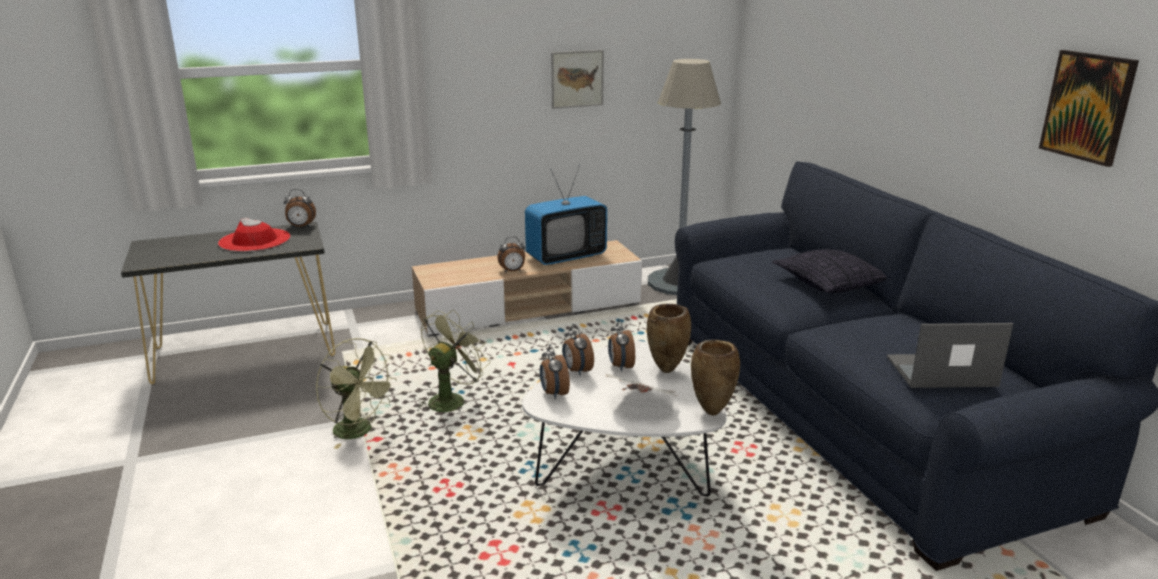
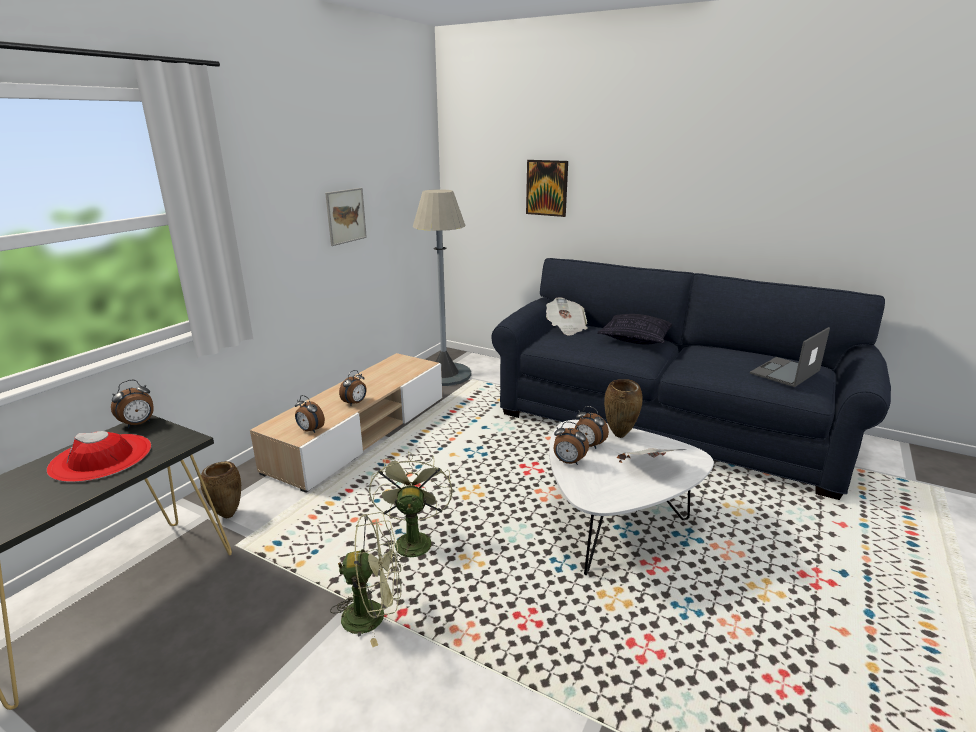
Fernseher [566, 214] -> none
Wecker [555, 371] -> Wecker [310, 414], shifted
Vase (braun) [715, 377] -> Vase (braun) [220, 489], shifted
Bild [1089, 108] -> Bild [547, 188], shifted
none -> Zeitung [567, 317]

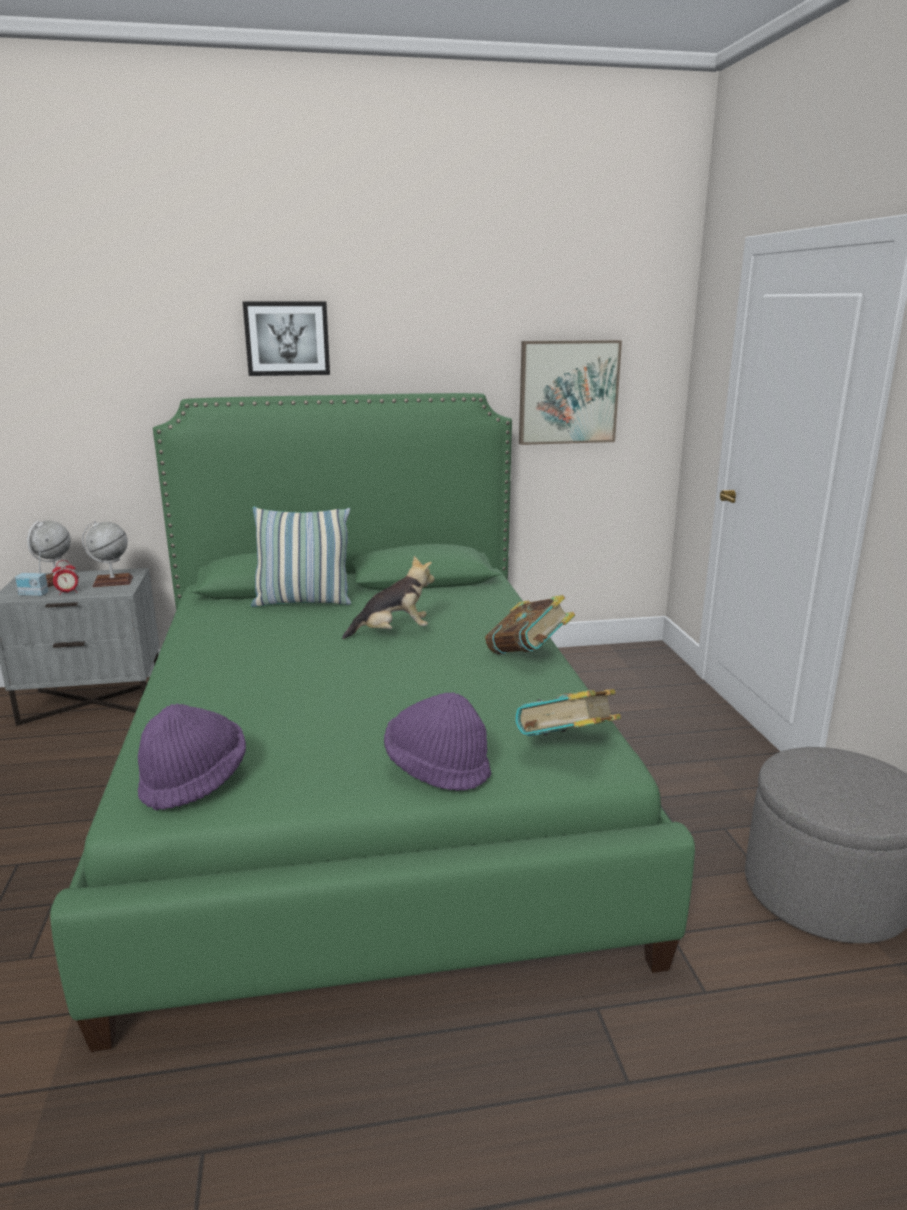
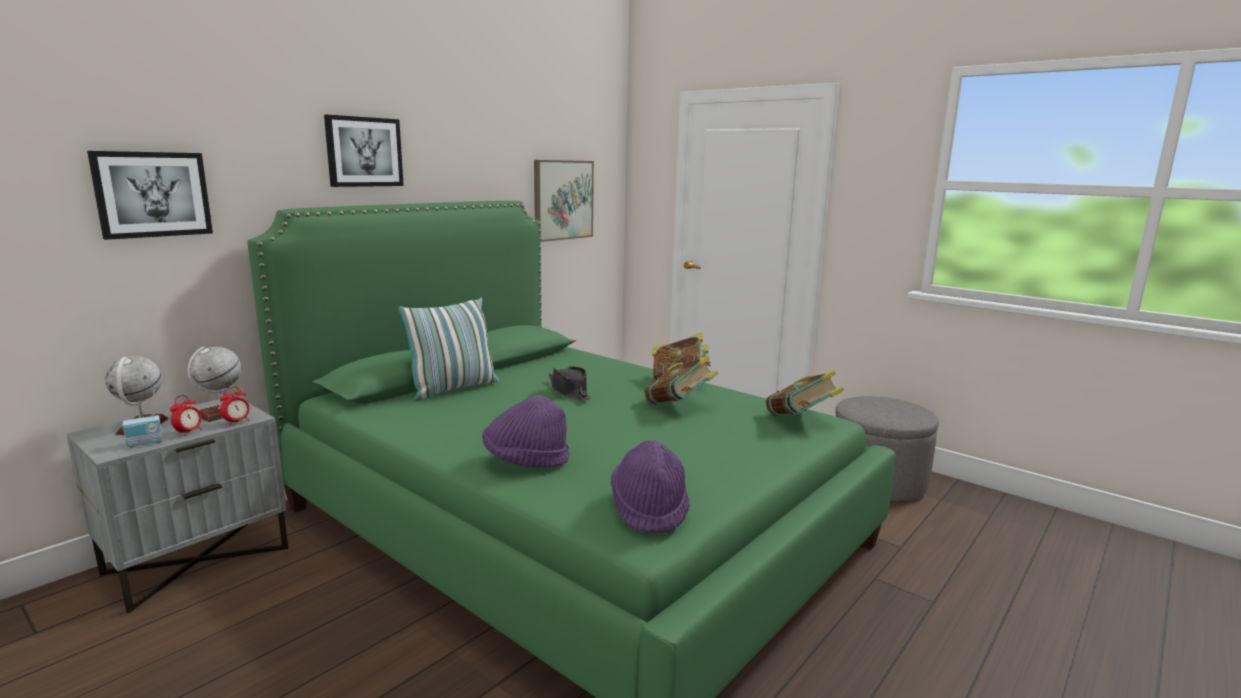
Plüschtier [388, 597] -> Hut (schwarz) [570, 383]
Hut (lila) [437, 742] -> Hut (lila) [526, 431], shifted
none -> Bild [150, 195]
none -> Wecker [235, 406]
none -> Buch [681, 380]

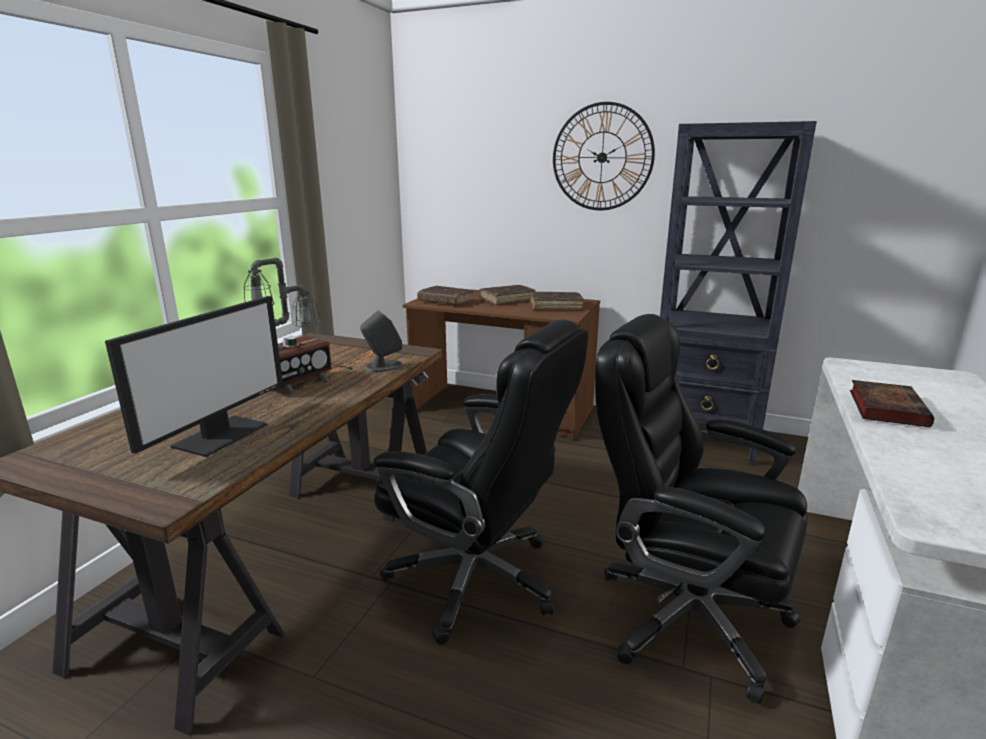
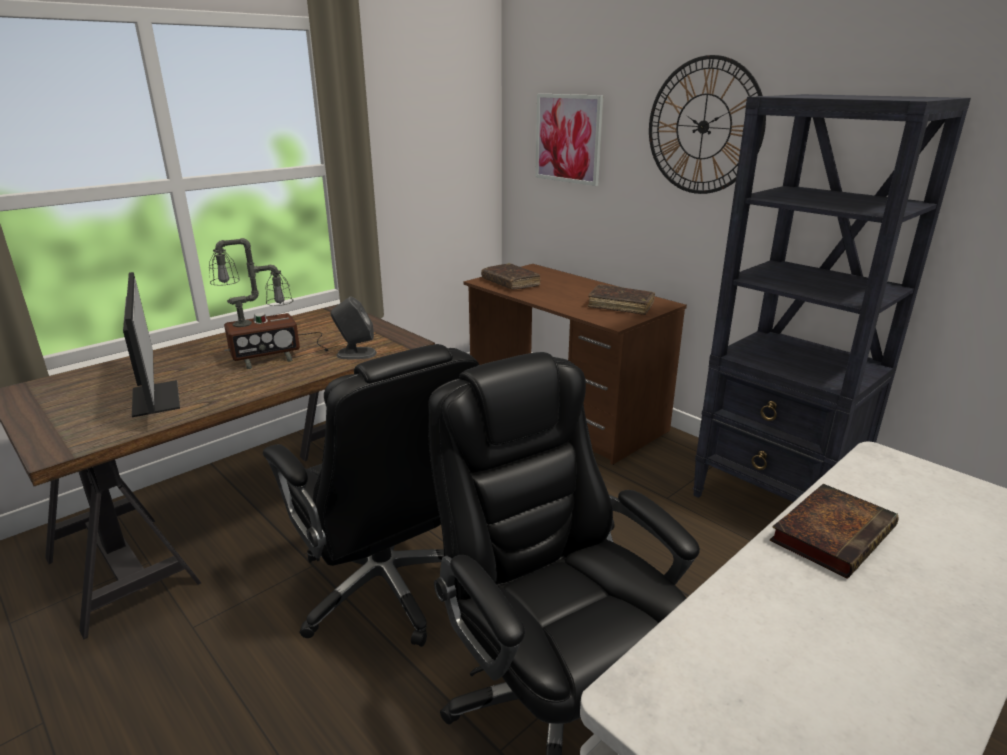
Monitor [194, 376] -> Monitor [151, 344], 75 degrees counterclockwise
Buch (braun) [507, 295] -> none
none -> Bild [569, 140]

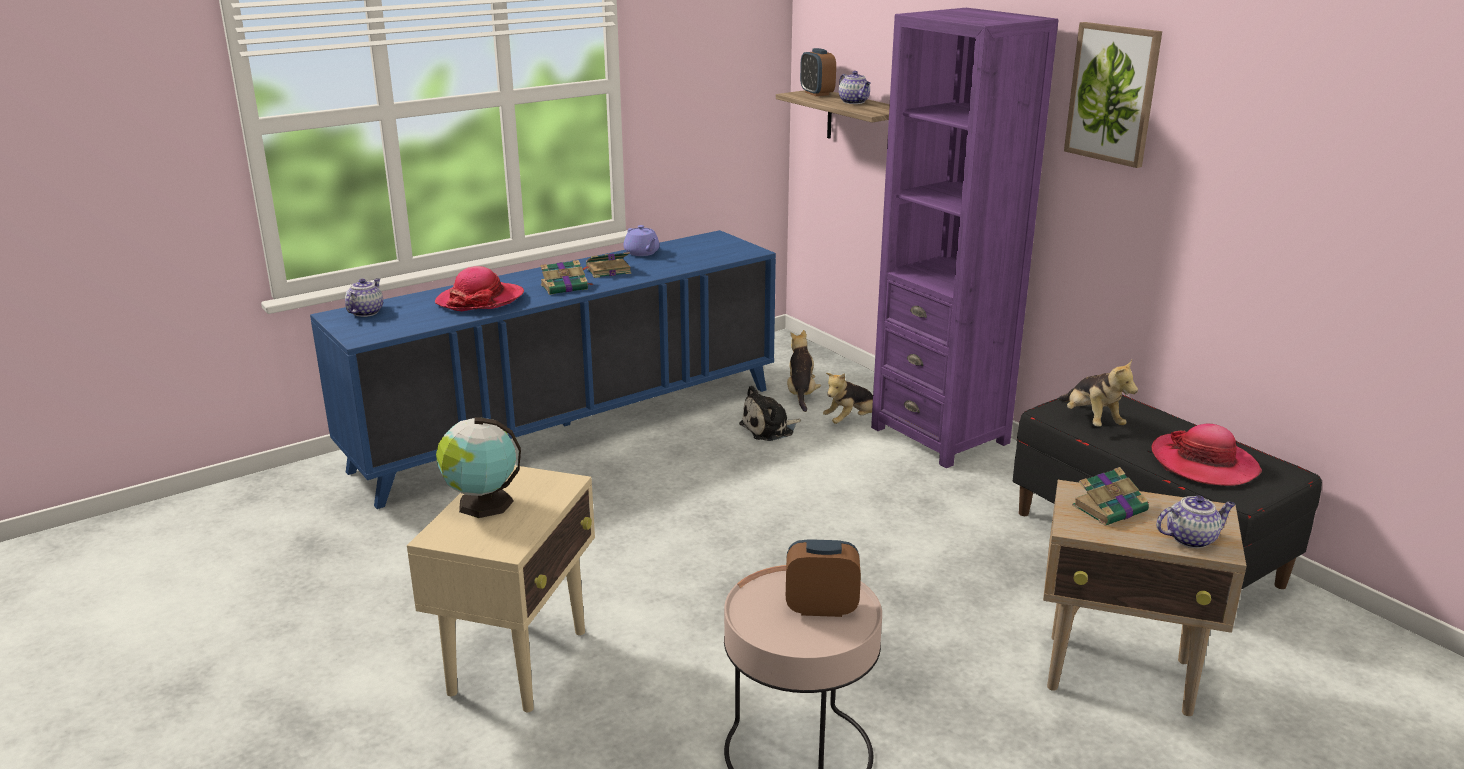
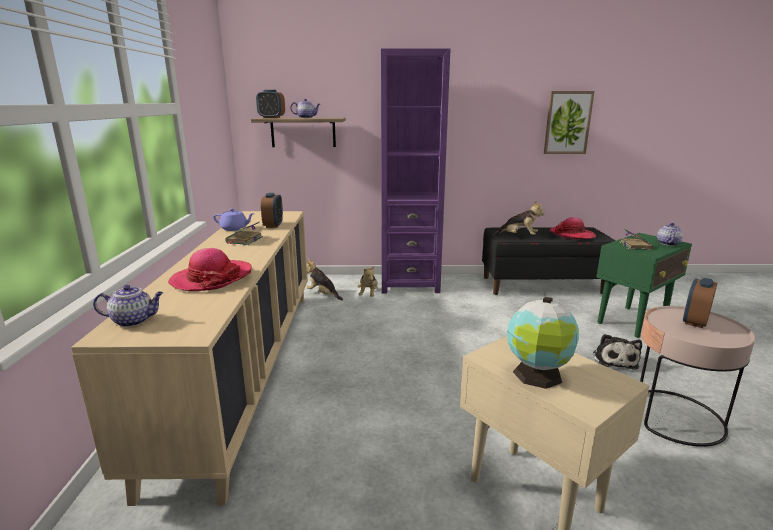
Schrank (blau) [543, 369] -> Schrank (beige) [189, 358]
Teekanne [364, 298] -> Teekanne [128, 306], 120 degrees clockwise
Buch [567, 277] -> none
Plüschtier [770, 413] -> Plüschtier [617, 352], shifted
Beistelltisch (beige) [1145, 598] -> Beistelltisch (grün) [644, 285]
Bild [1113, 95] -> Bild [569, 122], shifted
none -> Wecker [272, 210]

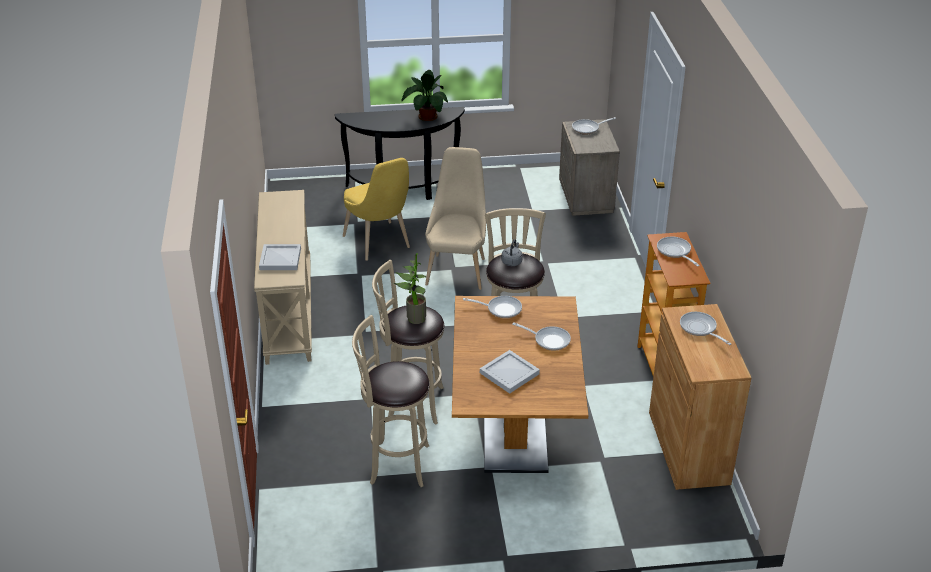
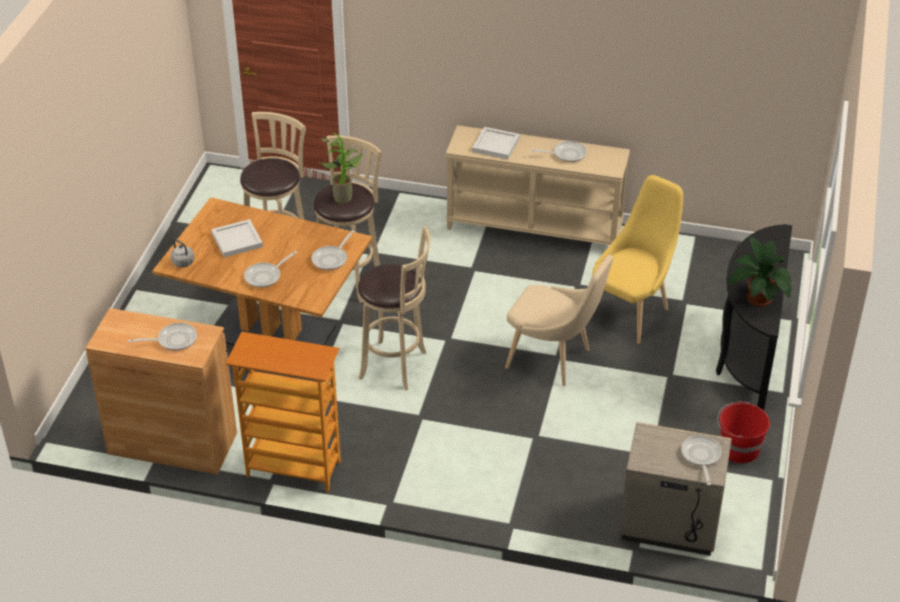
Stuhl (gelb) [376, 209] -> Stuhl (gelb) [637, 259], 135 degrees clockwise
Wasserkessel (grau) [512, 252] -> Wasserkessel (grau) [182, 253], shifted
Pfanne [678, 252] -> Pfanne [558, 151], shifted
none -> Eimer (rot) [743, 432]

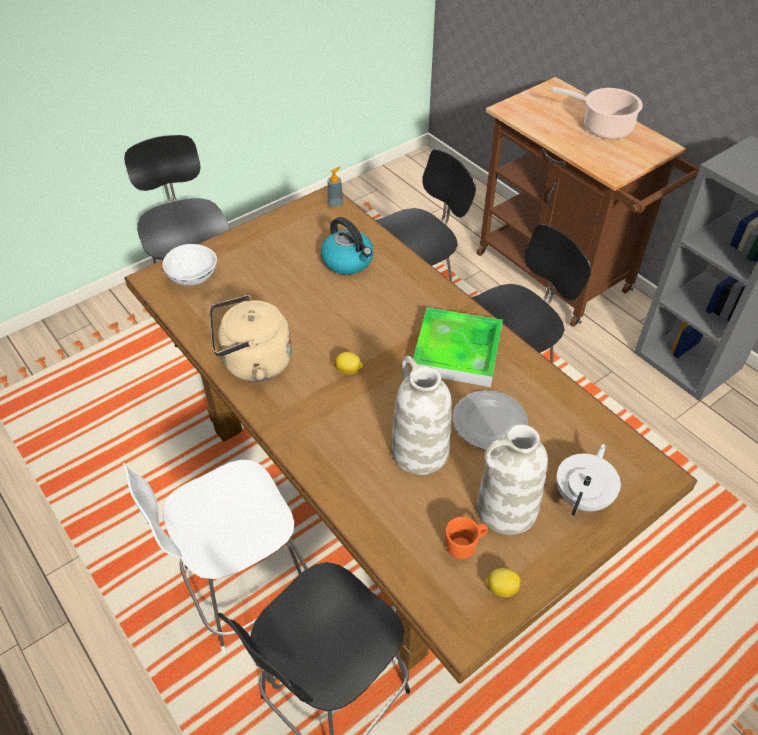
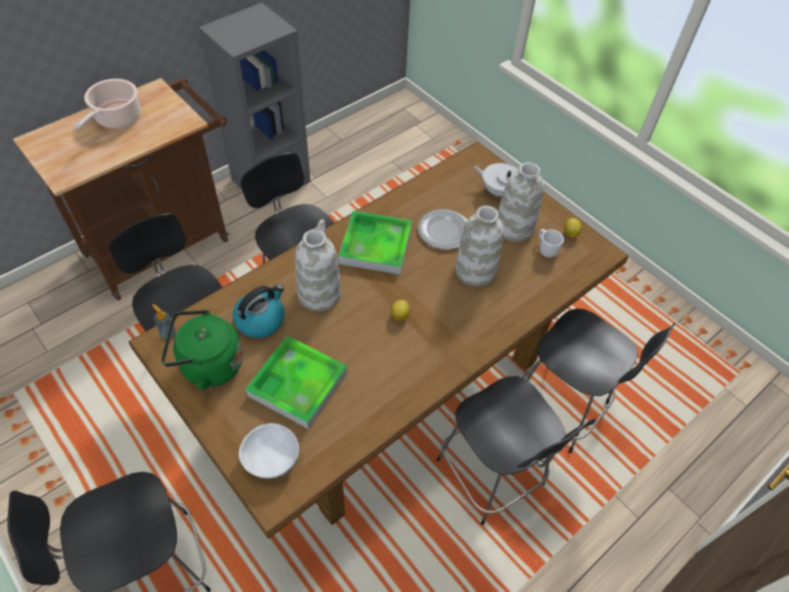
Stuhl (weiß) [215, 556] -> Stuhl (schwarz) [516, 450]
Wasserkessel (beige) [250, 338] -> none
Henkelbecher (orange) [466, 538] -> Henkelbecher (weiß) [551, 243]
none -> Wasserkessel (grün) [202, 350]
none -> Tablett [296, 382]
none -> Vase (weiß) [318, 265]

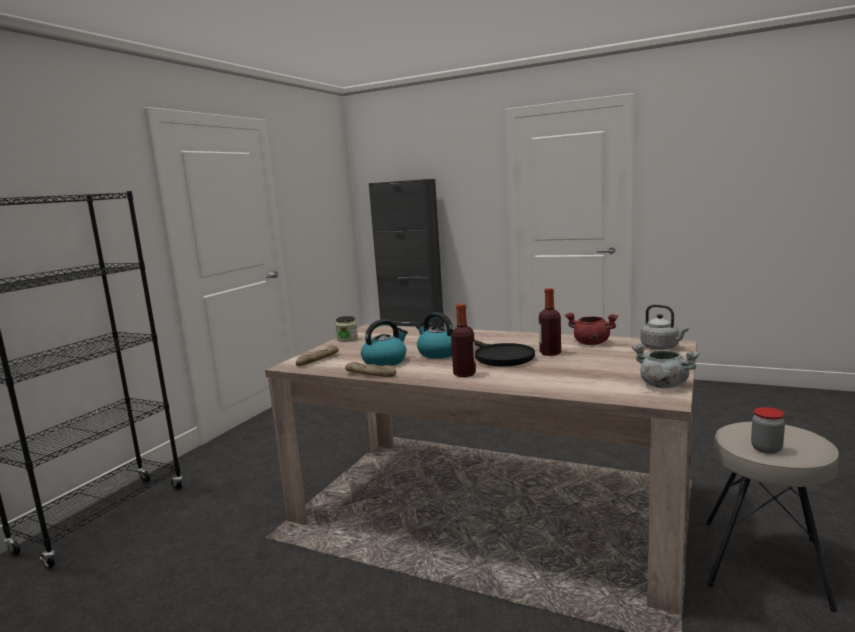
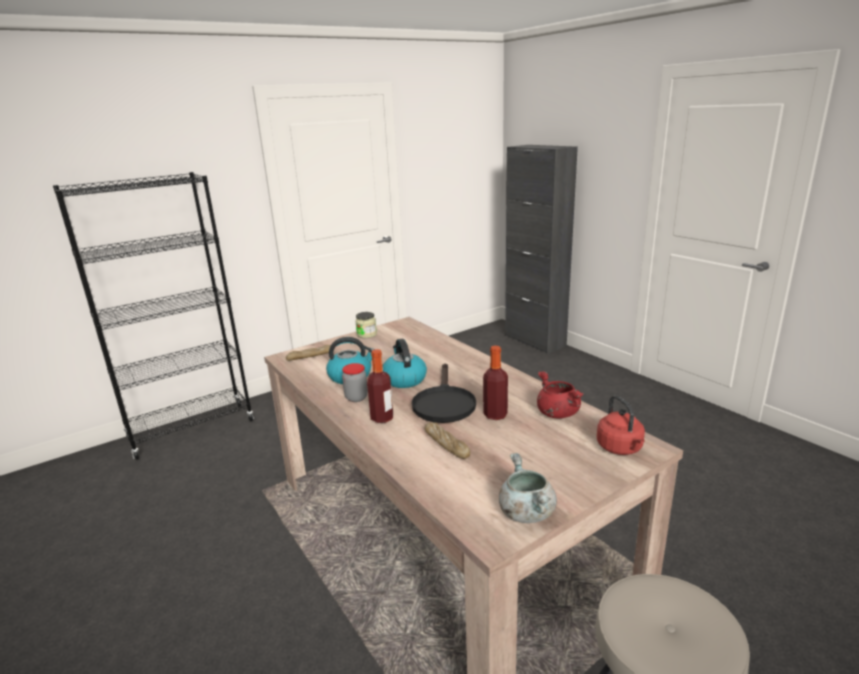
Brot [370, 369] -> Brot [447, 440], shifted
Wasserkessel (grau) [665, 327] -> Wasserkessel (rot) [621, 425]
Vorratsglas [768, 430] -> Vorratsglas [355, 382], shifted

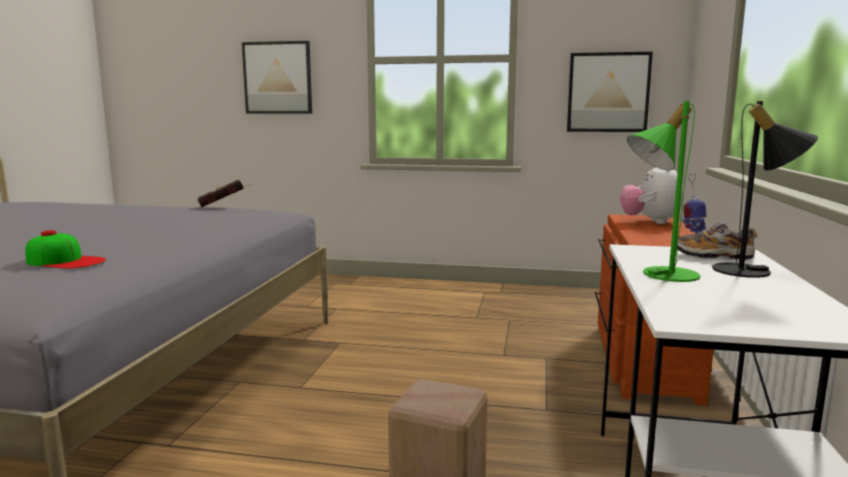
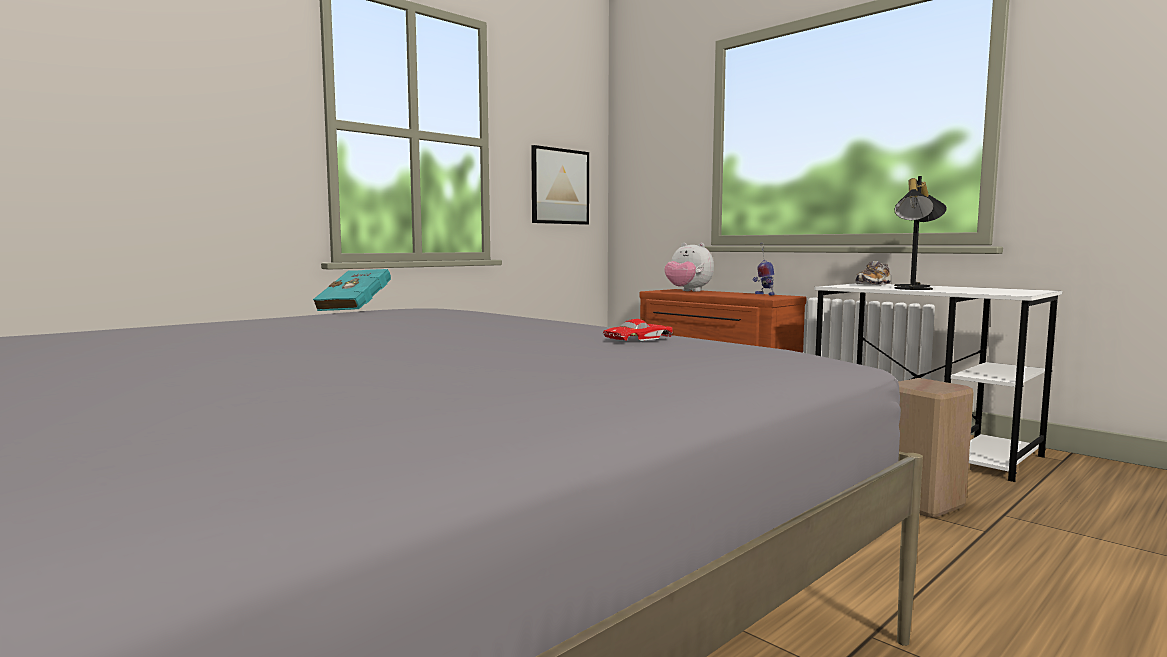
Kappe [65, 249] -> Spielzeugauto (rot) [638, 330]
Buch (rot) [222, 193] -> Buch (türkis) [352, 290]
Bild [277, 77] -> none
Tischlampe (grün) [663, 191] -> Tischlampe (schwarz) [914, 233]

